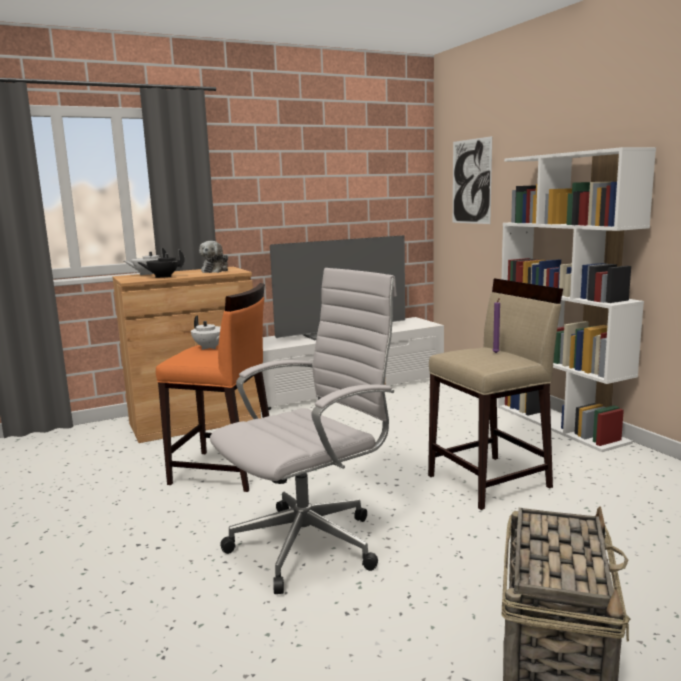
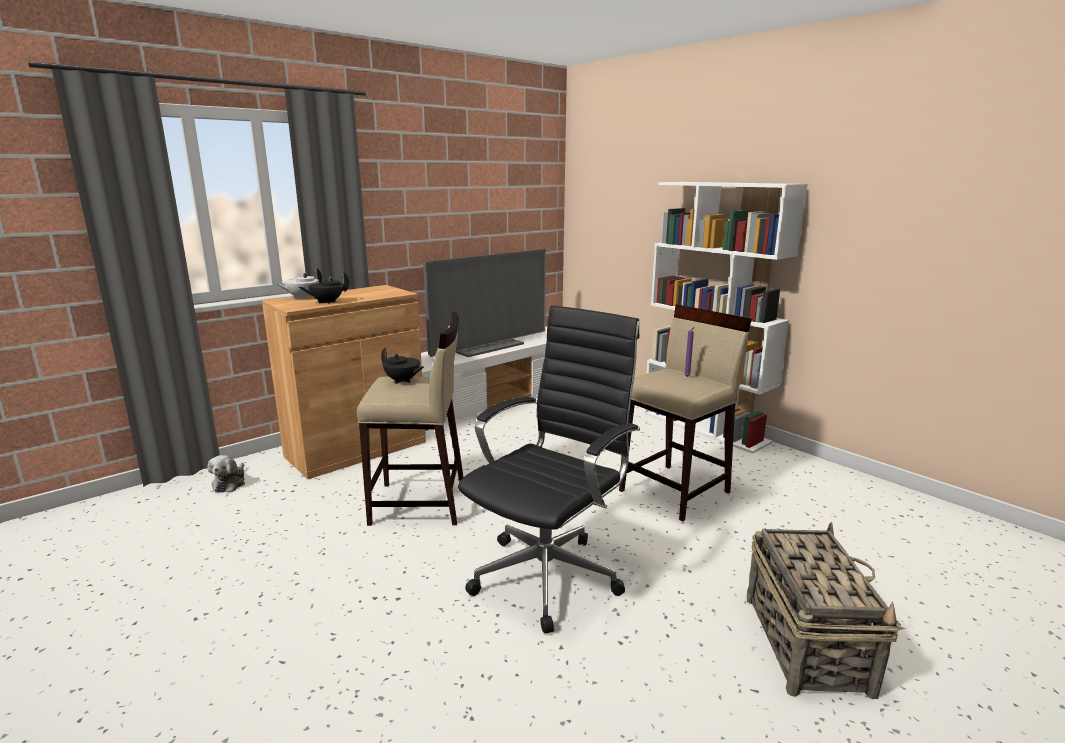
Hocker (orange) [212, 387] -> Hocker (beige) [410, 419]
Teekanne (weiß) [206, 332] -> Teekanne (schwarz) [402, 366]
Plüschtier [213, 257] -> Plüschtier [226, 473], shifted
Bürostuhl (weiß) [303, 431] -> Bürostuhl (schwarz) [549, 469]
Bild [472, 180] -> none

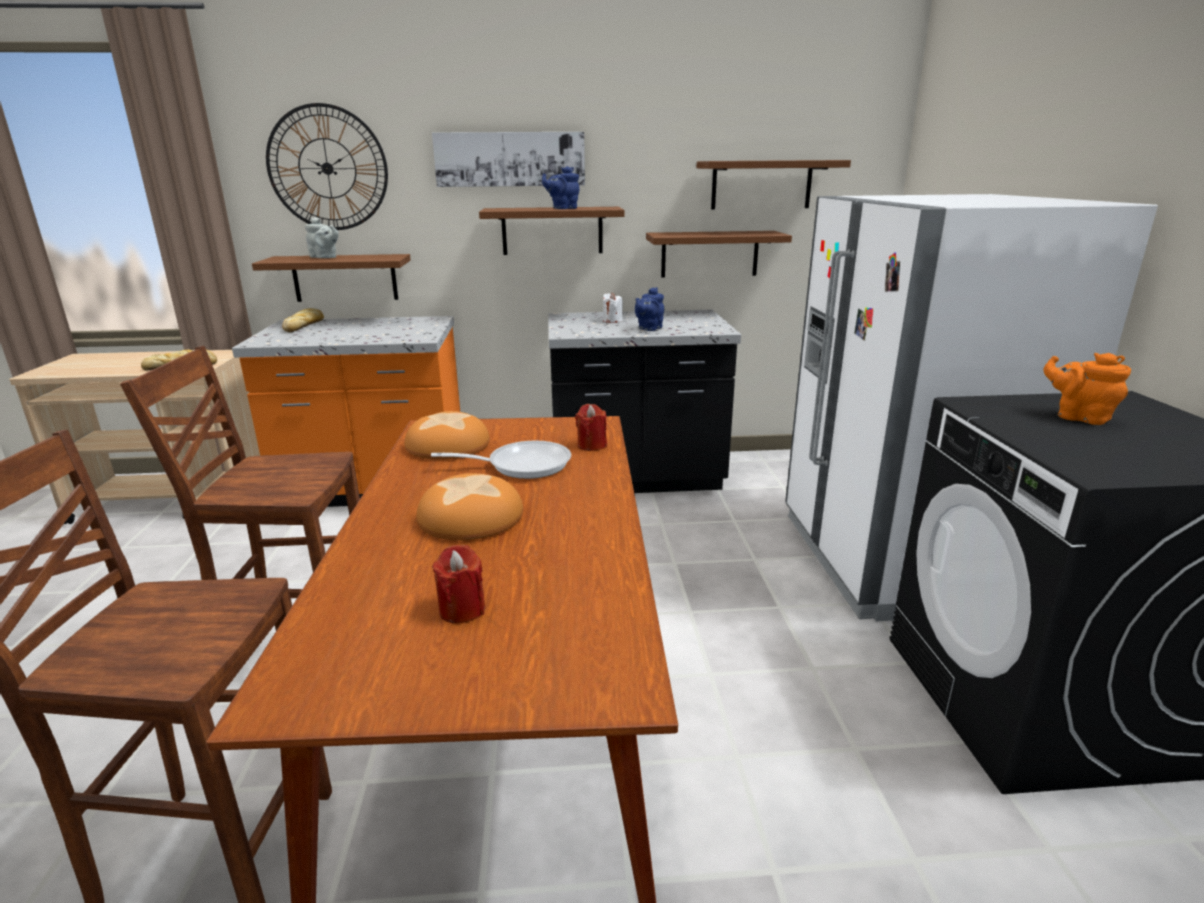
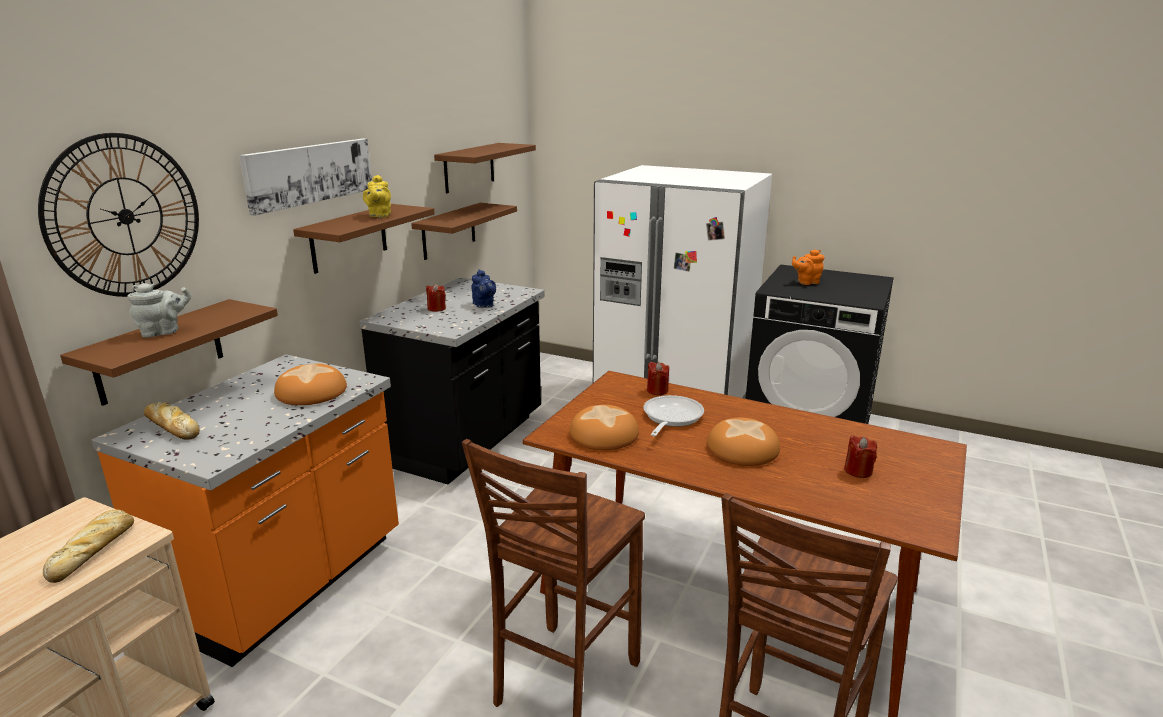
Teekanne (blau) [560, 187] -> Teekanne (gelb) [377, 196]
Kerze (weiß) [613, 307] -> Kerze (rot) [436, 298]
none -> Brot [310, 384]

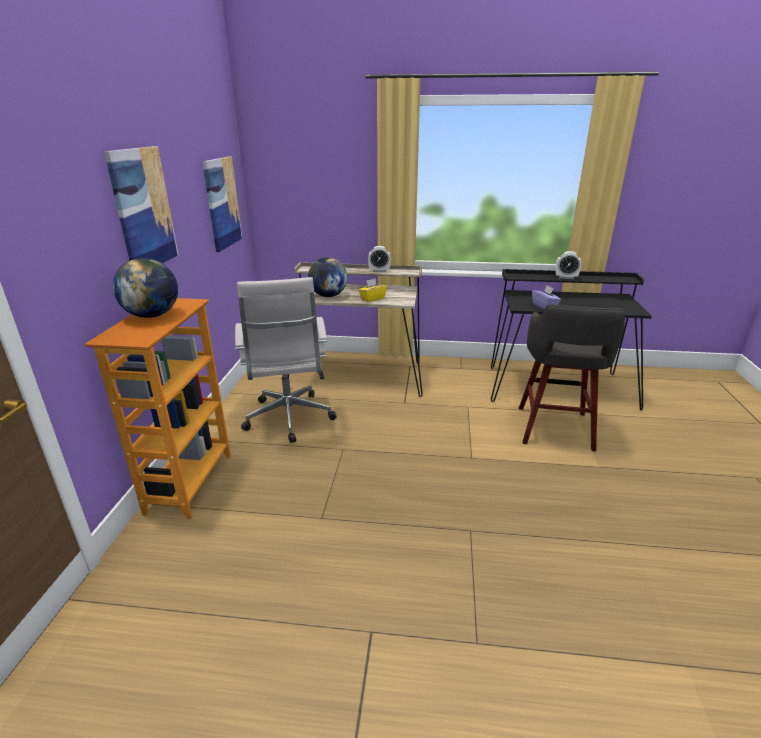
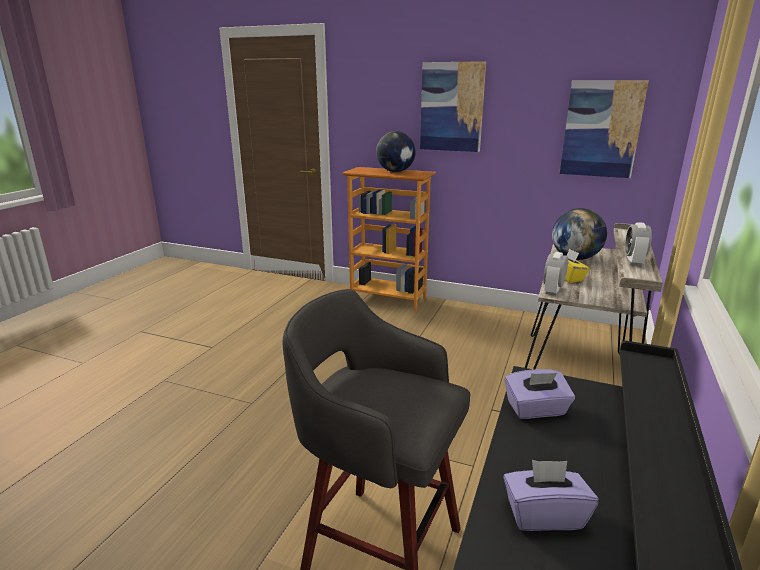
Bürostuhl (weiß) [286, 360] -> none
Wecker [568, 265] -> Wecker [555, 274], shifted
none -> Taschentuchbox (lila) [550, 495]

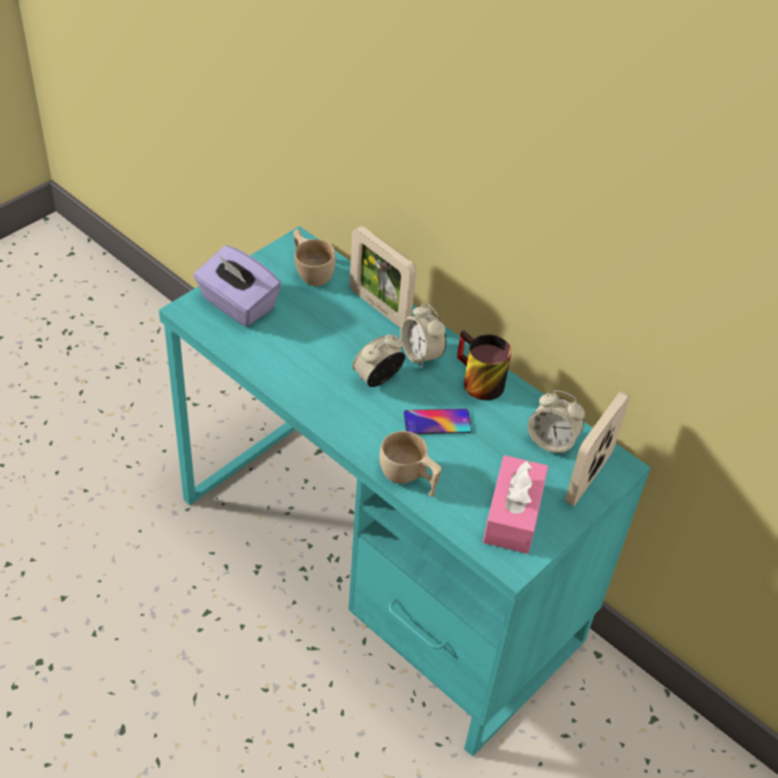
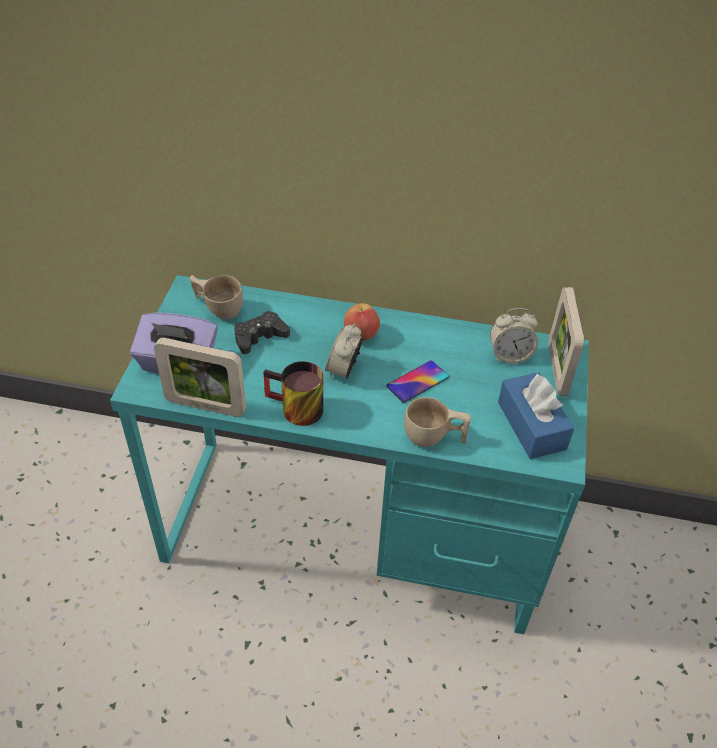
Bilderrahmen [383, 277] -> Bilderrahmen [200, 377], shifted
Wecker [423, 335] -> Apfel [362, 322]
Henkelbecher [484, 365] -> Henkelbecher [293, 393], shifted
Taschentuchbox (rosa) [515, 504] -> Taschentuchbox (blau) [536, 415]
none -> Gamepad (schwarz) [262, 332]

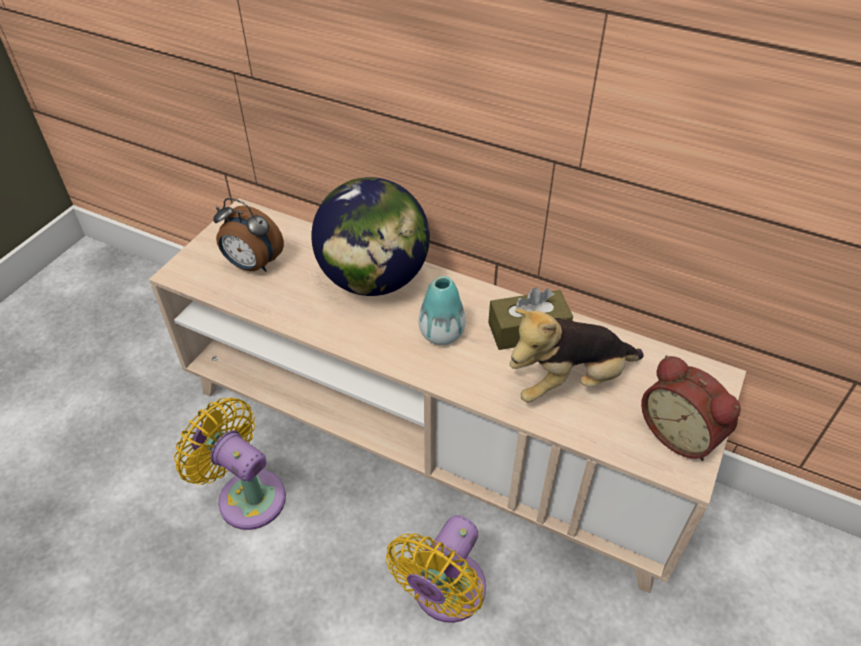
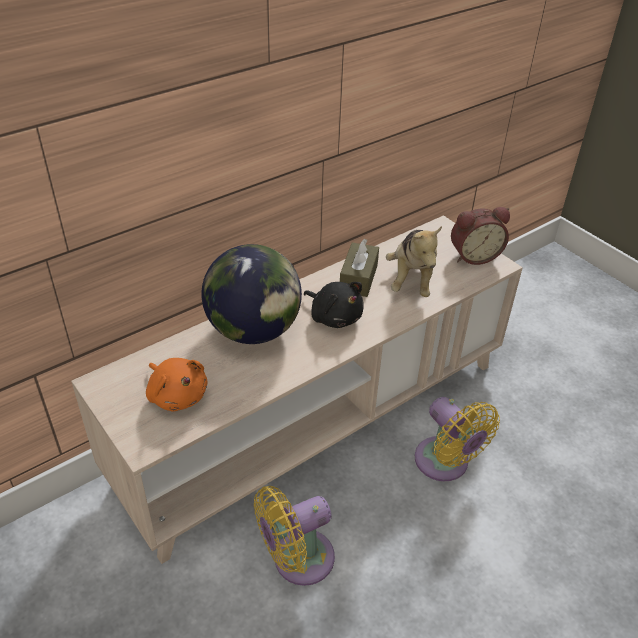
Wecker [248, 235] -> Plüschtier (orange) [176, 384]
Vase [442, 310] -> Plüschtier (schwarz) [334, 305]

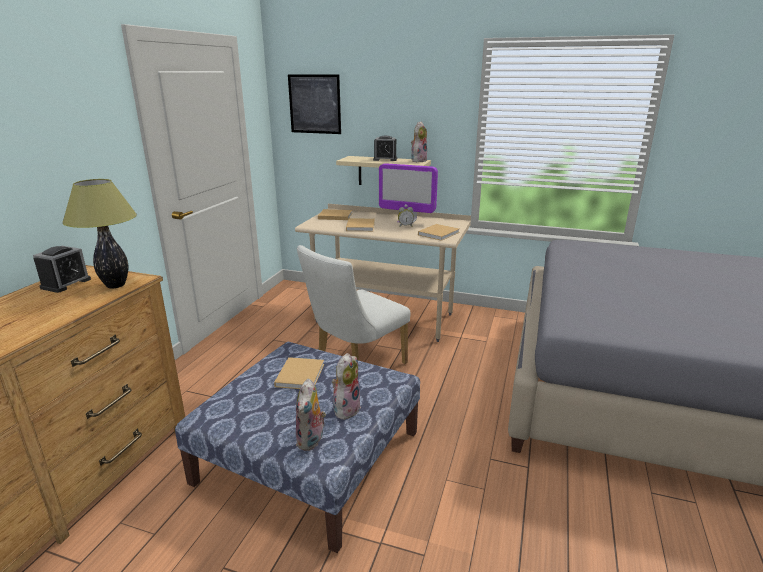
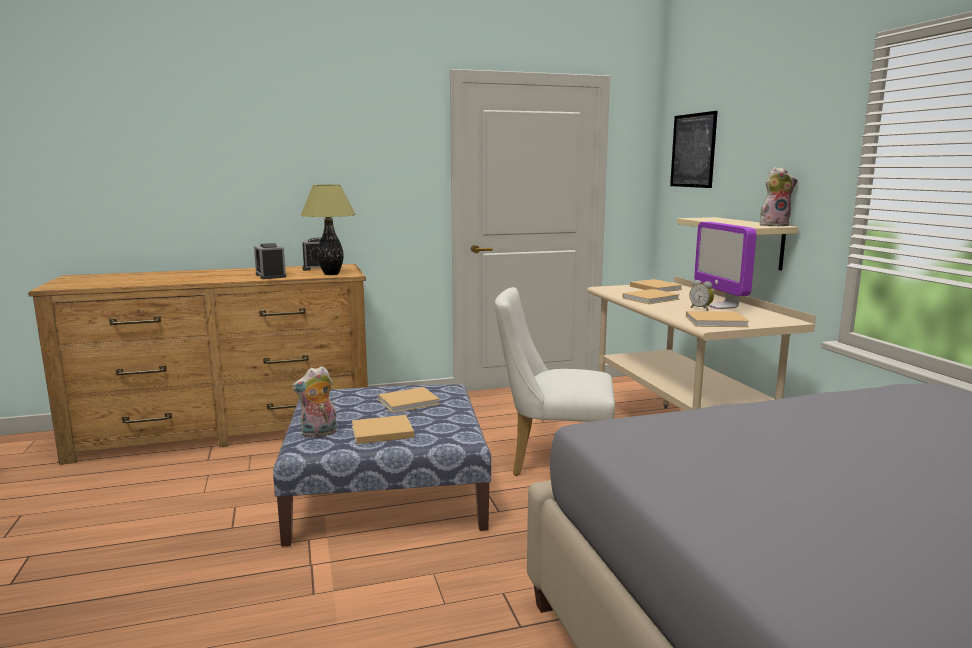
Plüschtier [346, 386] -> Buch (beige) [383, 429]
Wecker [385, 148] -> Wecker [270, 261], shifted

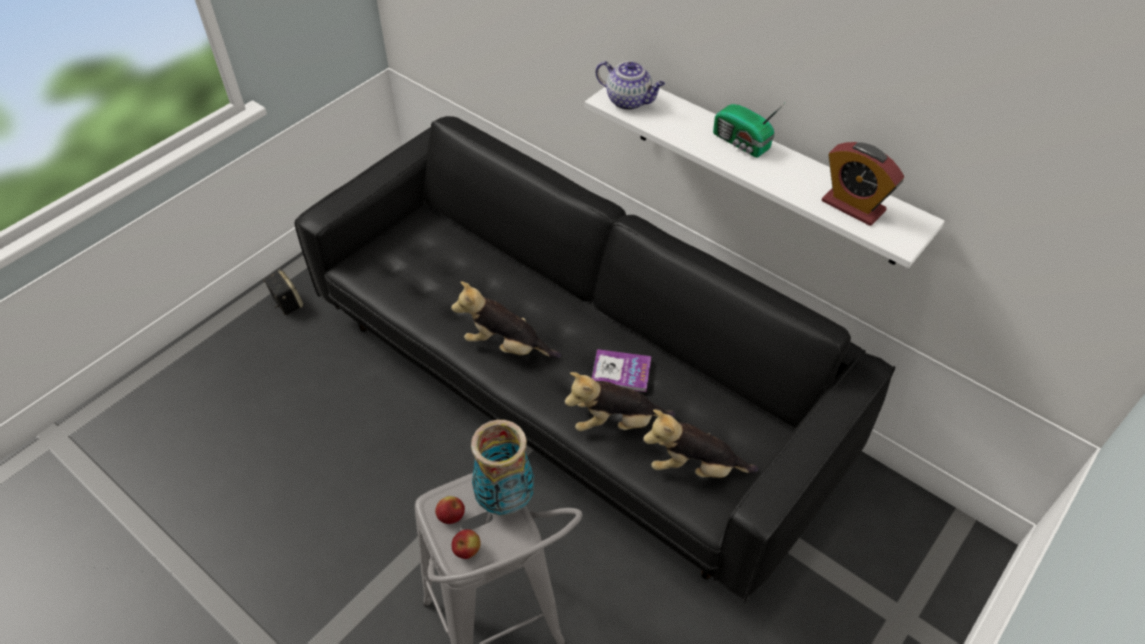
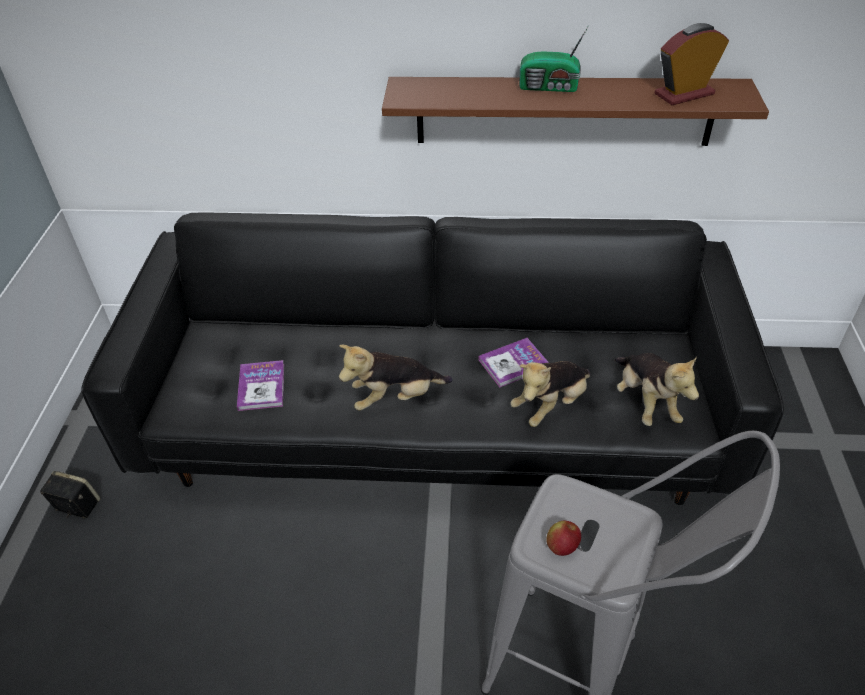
Apfel [466, 544] -> none
Vase [502, 467] -> none
Wandregal (weiß) [765, 176] -> Wandregal (braun) [575, 111]
Teekanne [630, 85] -> none
Plüschtier [700, 443] -> Plüschtier [656, 389], 75 degrees counterclockwise
Wecker [863, 184] -> Wecker [692, 64], 150 degrees clockwise
none -> Buch [260, 385]

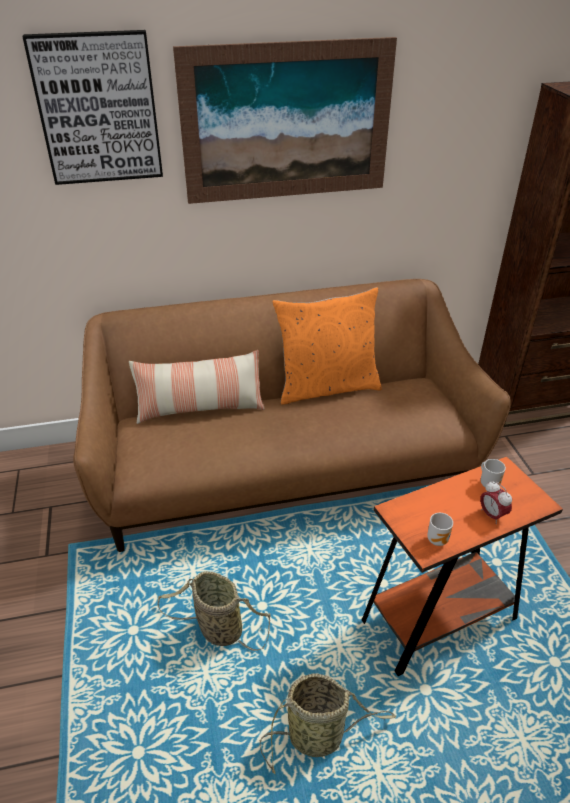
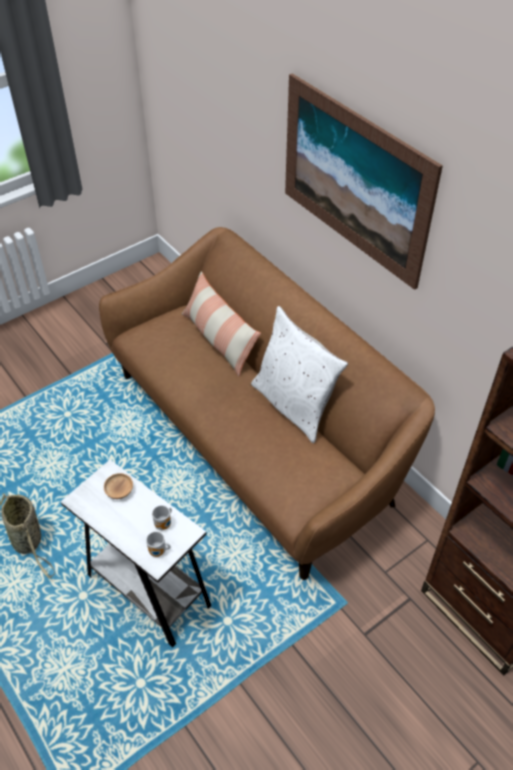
Bild [92, 107] -> none
Korb [214, 611] -> none
Kissen (orange) [327, 346] -> Kissen (weiß) [299, 374]
Beistelltisch (orange) [462, 566] -> Beistelltisch (weiß) [136, 553]
Henkelbecher [440, 529] -> Henkelbecher [158, 544], shifted
Wecker [496, 502] -> none
none -> Schüssel (braun) [118, 486]

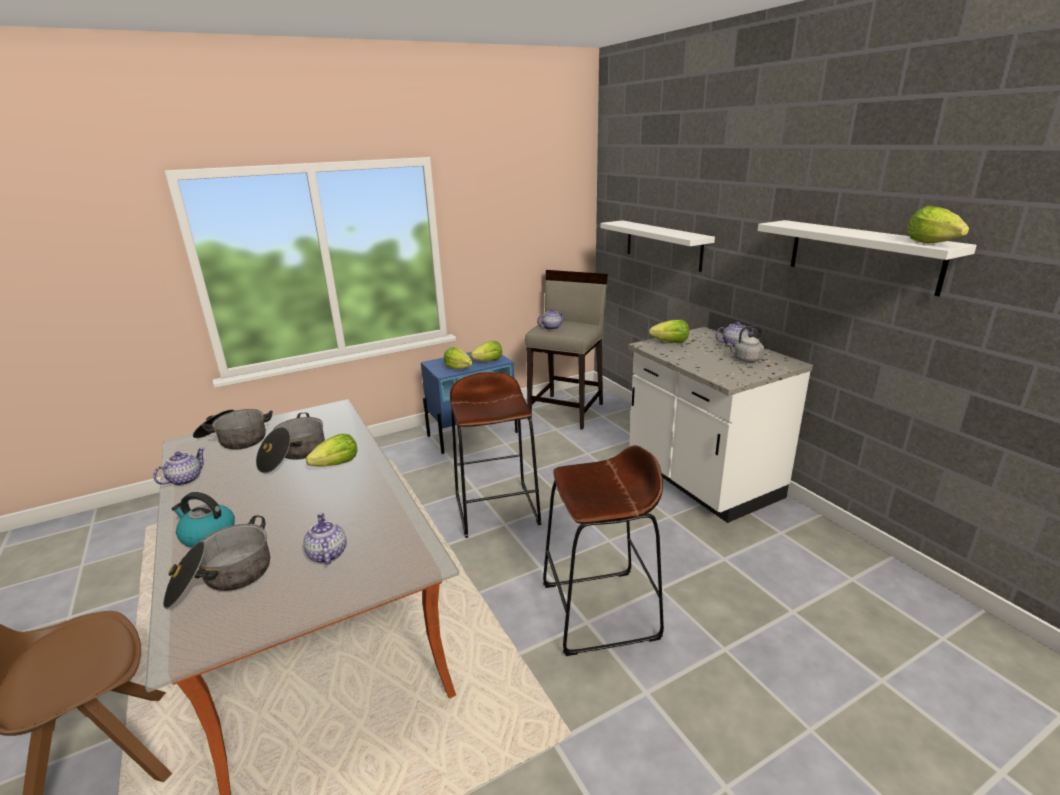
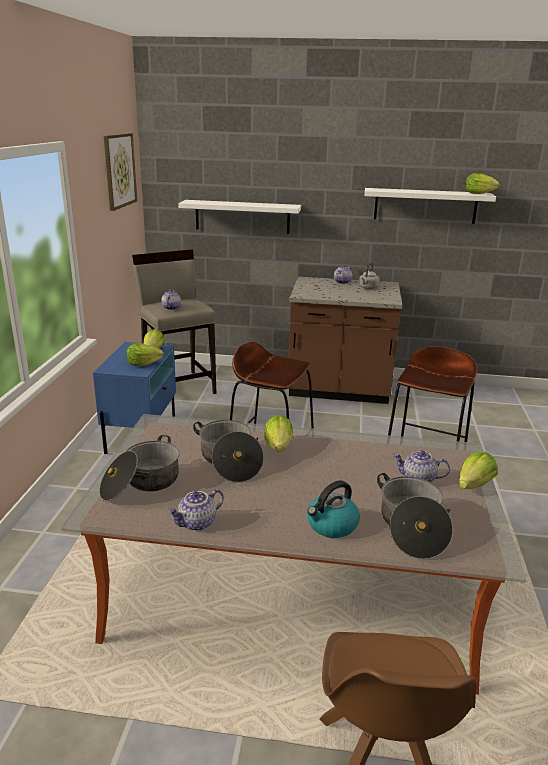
Teekanne [179, 467] -> Teekanne [196, 510], 105 degrees counterclockwise
Küchenzeile (weiß) [720, 425] -> Küchenzeile (braun) [345, 340]
Salatkopf [669, 331] -> Salatkopf [478, 470], shifted
none -> Bild [120, 172]

